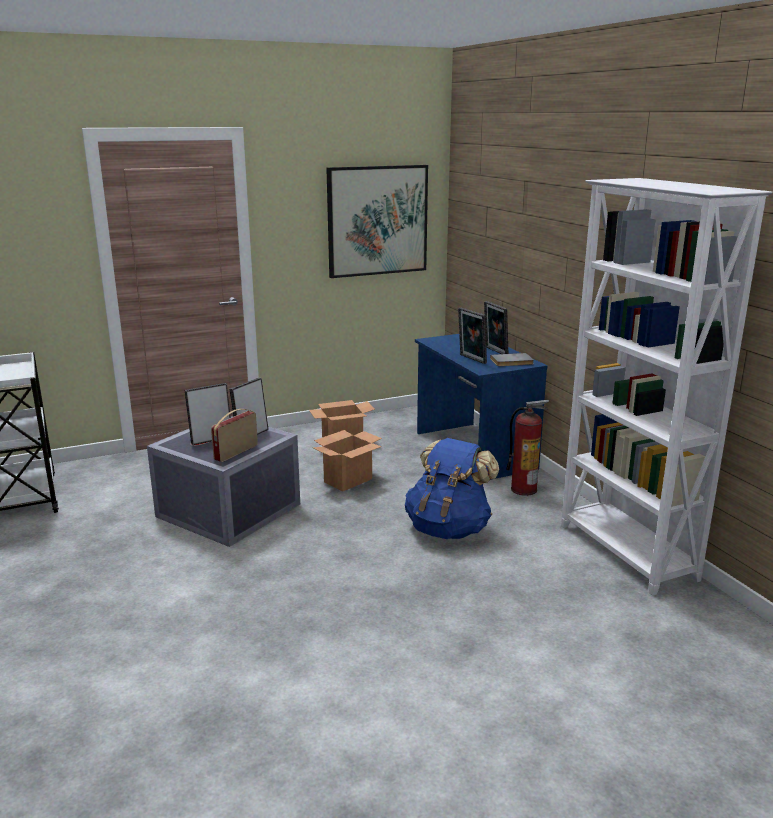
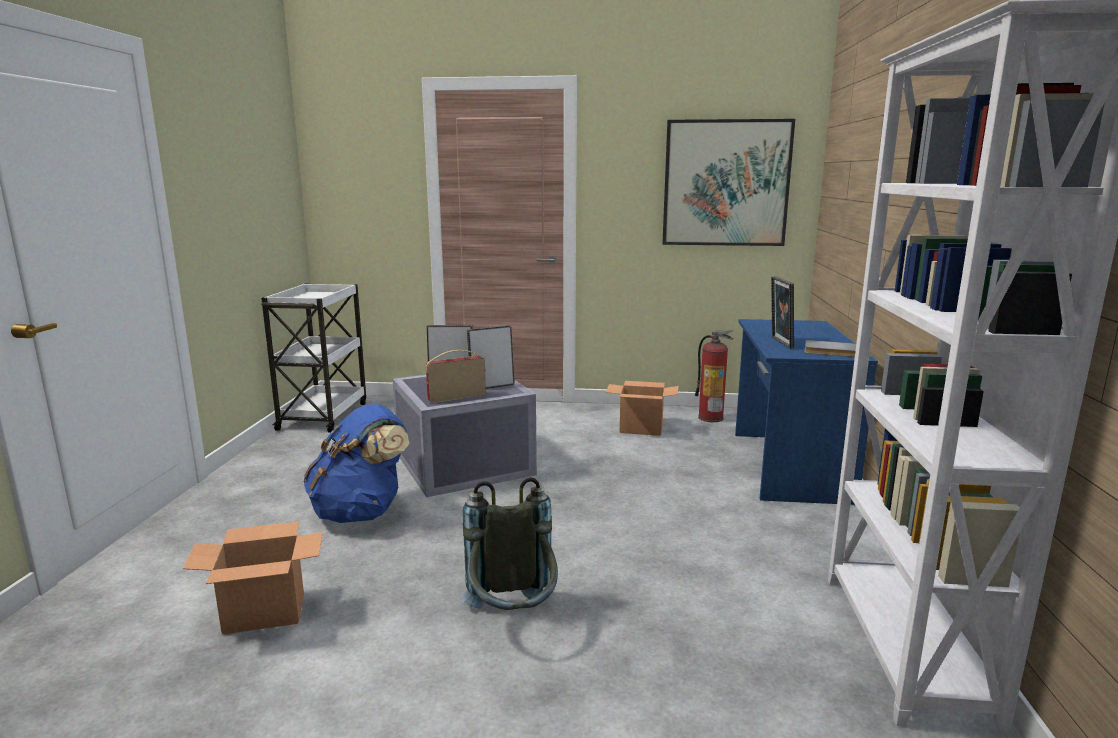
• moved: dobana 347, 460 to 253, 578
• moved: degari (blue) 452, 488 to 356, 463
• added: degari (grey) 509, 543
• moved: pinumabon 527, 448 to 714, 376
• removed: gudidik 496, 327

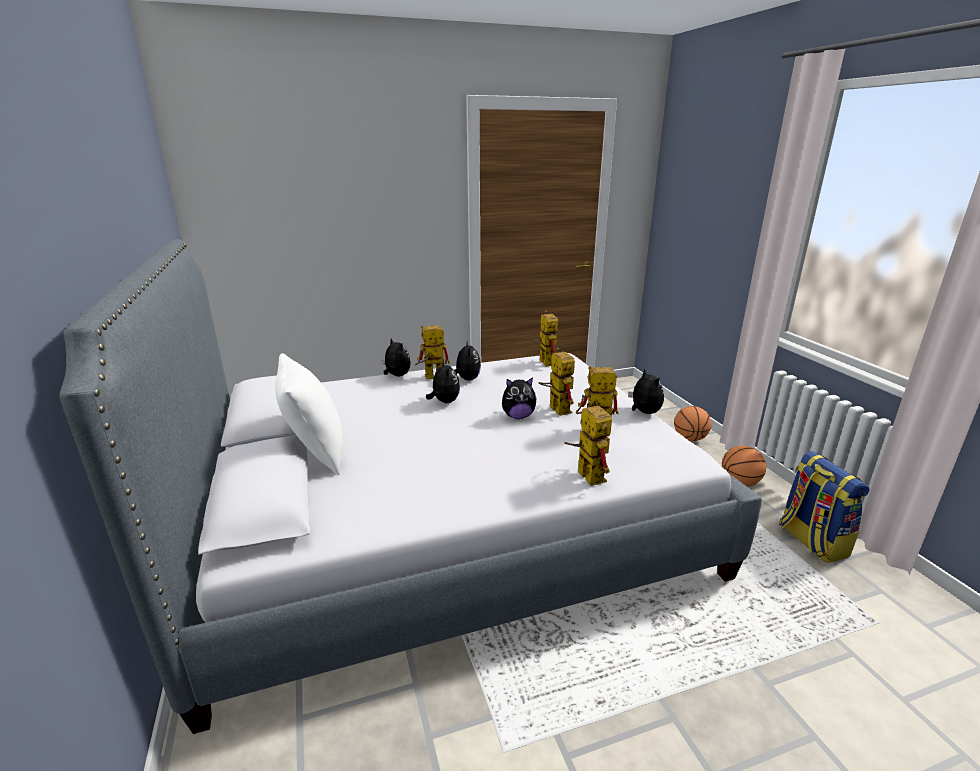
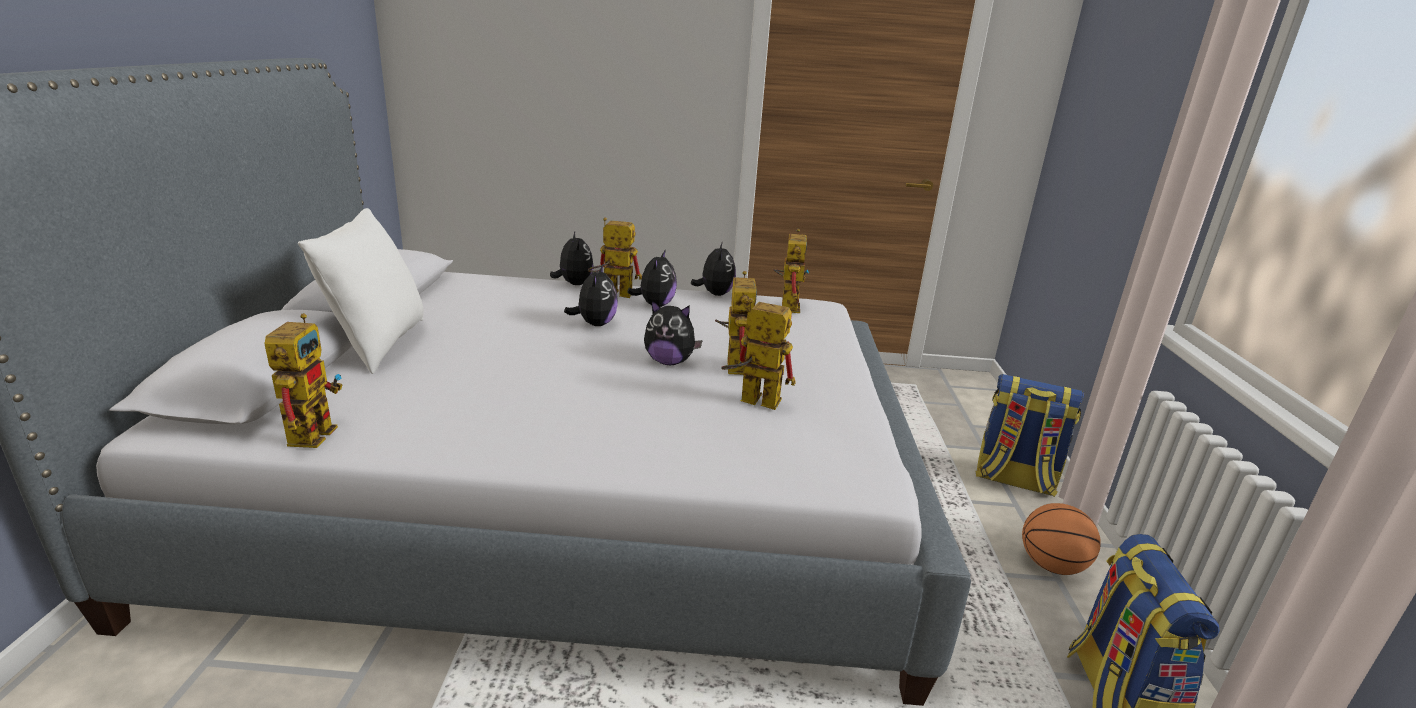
• moved: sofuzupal 588, 443 to 304, 380
• moved: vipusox 646, 391 to 713, 268
• replaced: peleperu 692, 423 to degari 1030, 435

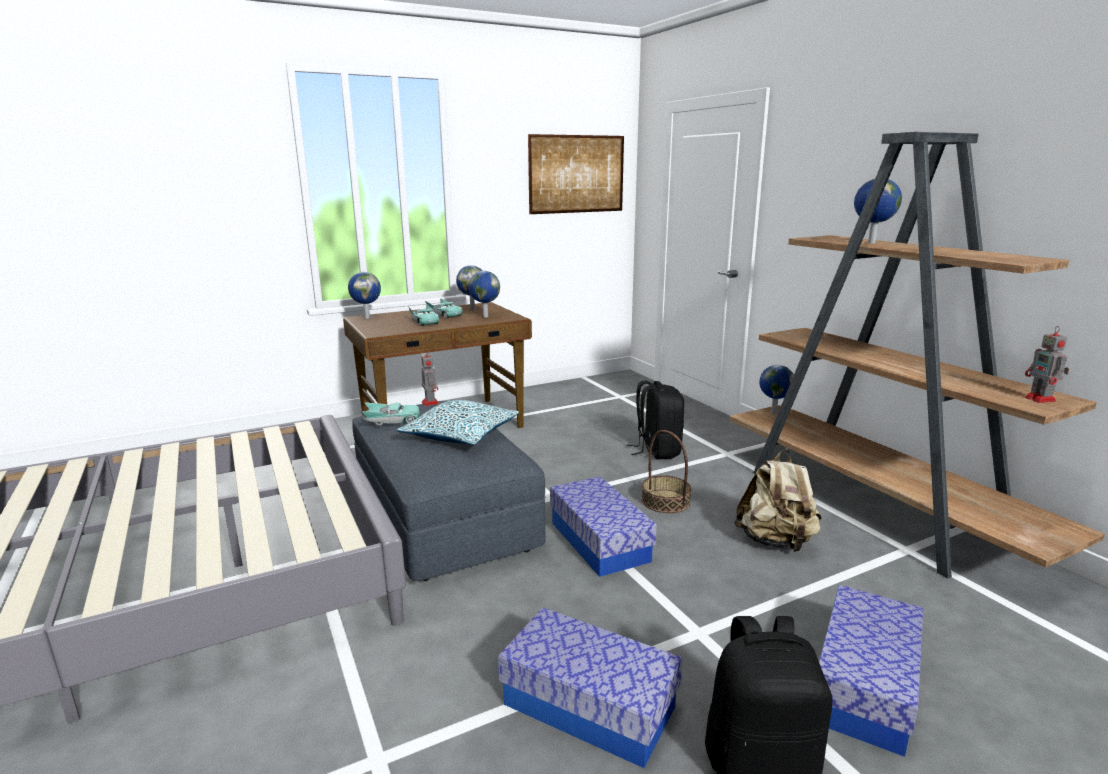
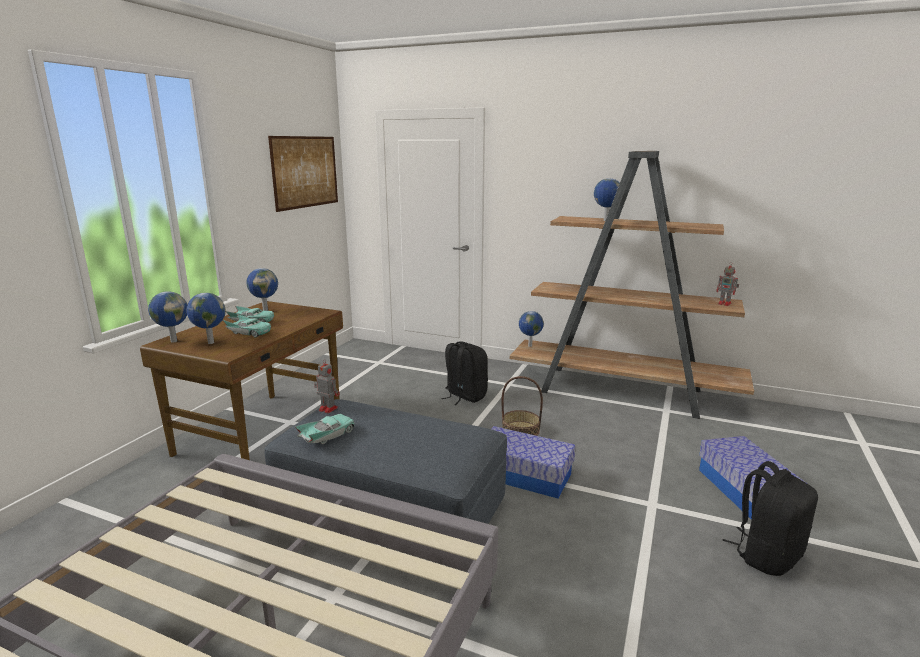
• moved: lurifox 484, 294 to 206, 318
• removed: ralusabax 458, 422
• removed: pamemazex 590, 687
• removed: degari (beige) 778, 501

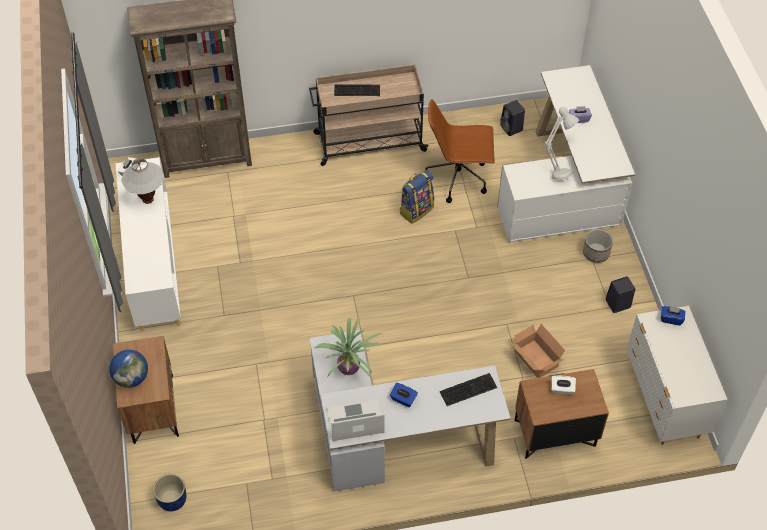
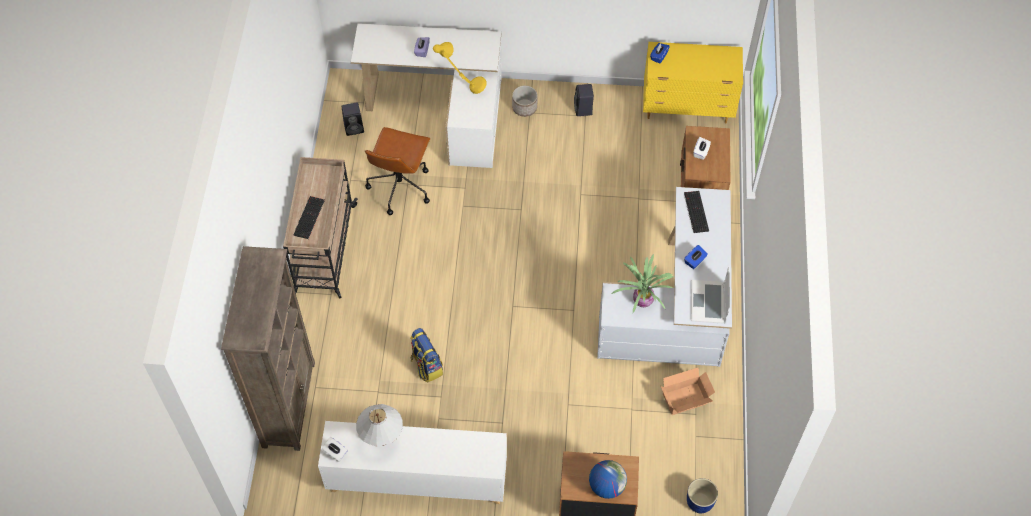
• moved: degari 417, 196 to 426, 355
• recoloured: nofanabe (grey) 562, 143 to nofanabe (yellow) 460, 68
• recoloured: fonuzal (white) 677, 375 to fonuzal (yellow) 693, 83
• moved: dobana 538, 351 to 688, 391

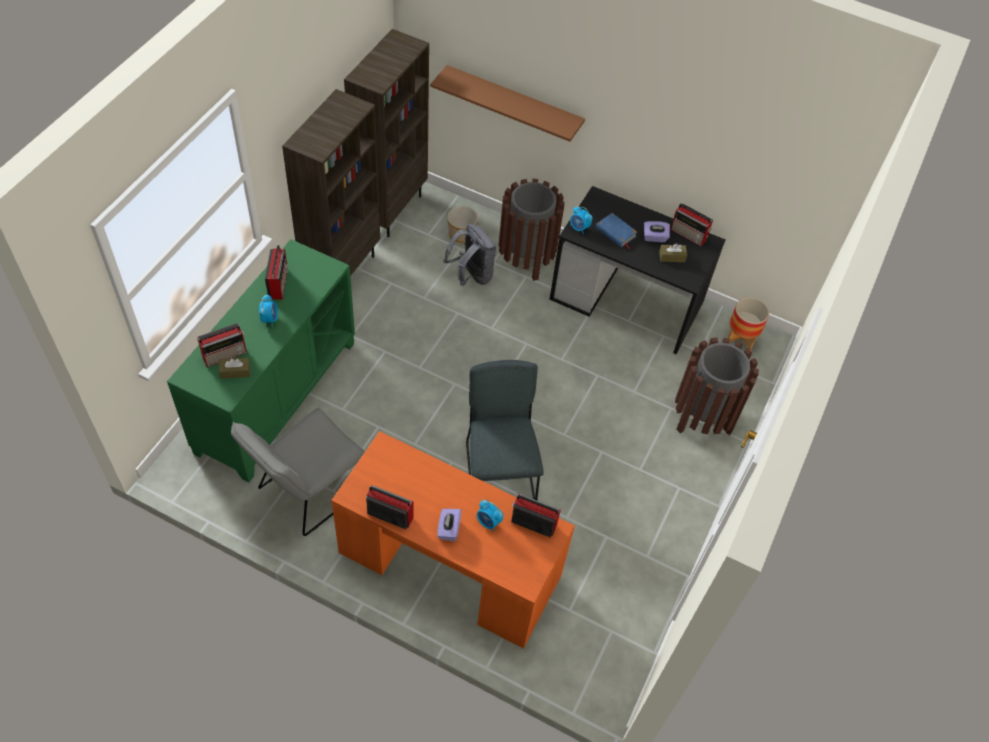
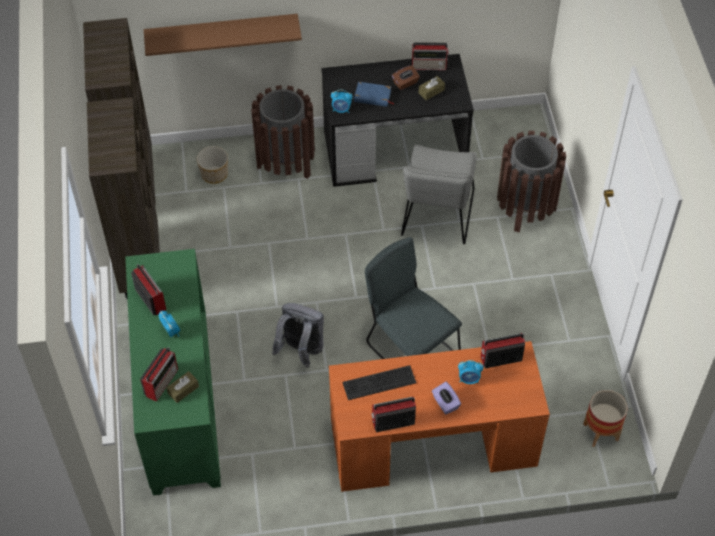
• moved: degari (grey) 469, 255 to 298, 335
• added: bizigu 379, 382
• recoloured: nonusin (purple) 657, 231 to nonusin (brown) 406, 77
• moved: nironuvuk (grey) 298, 472 to 439, 194
• moved: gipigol 748, 324 to 605, 418

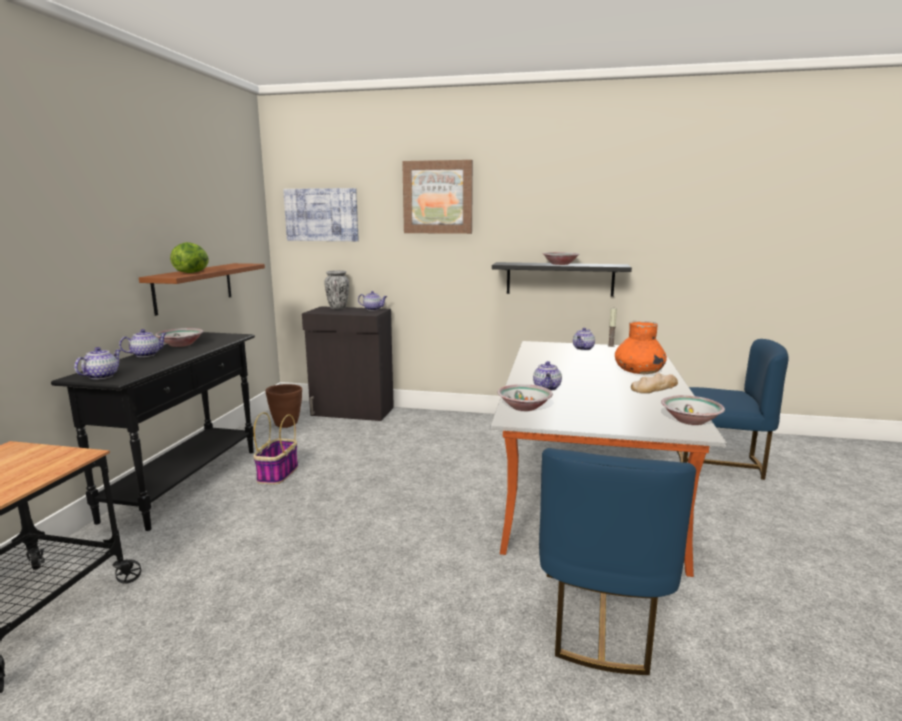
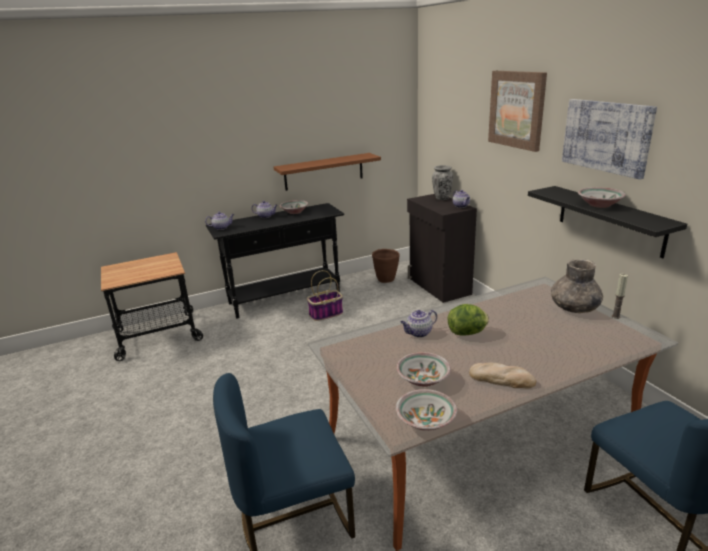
• moved: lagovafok 525, 397 to 424, 369
• moved: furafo 189, 257 to 468, 320
• replaced: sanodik 584, 339 to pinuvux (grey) 577, 286
• moved: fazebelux 321, 214 to 609, 139
• removed: pinuvux (orange) 641, 347

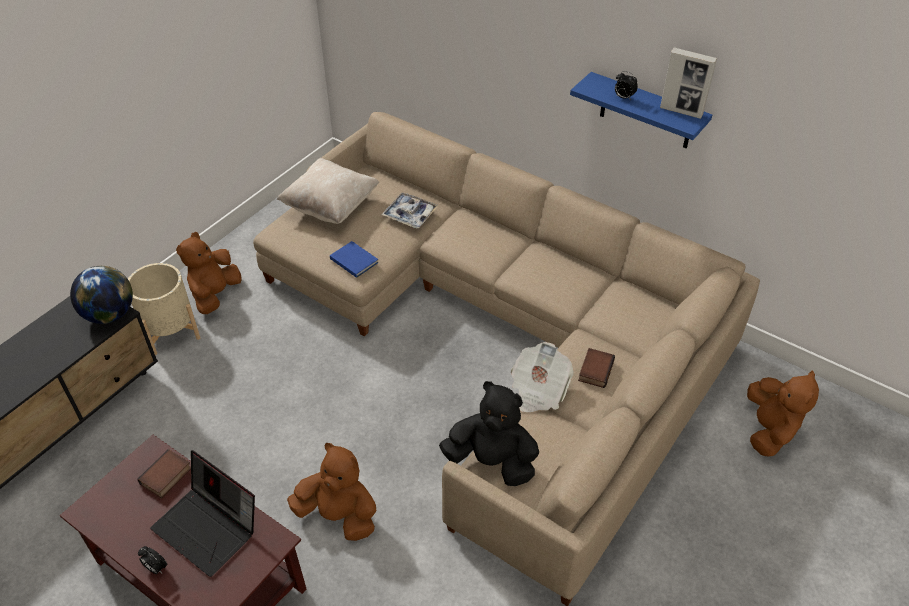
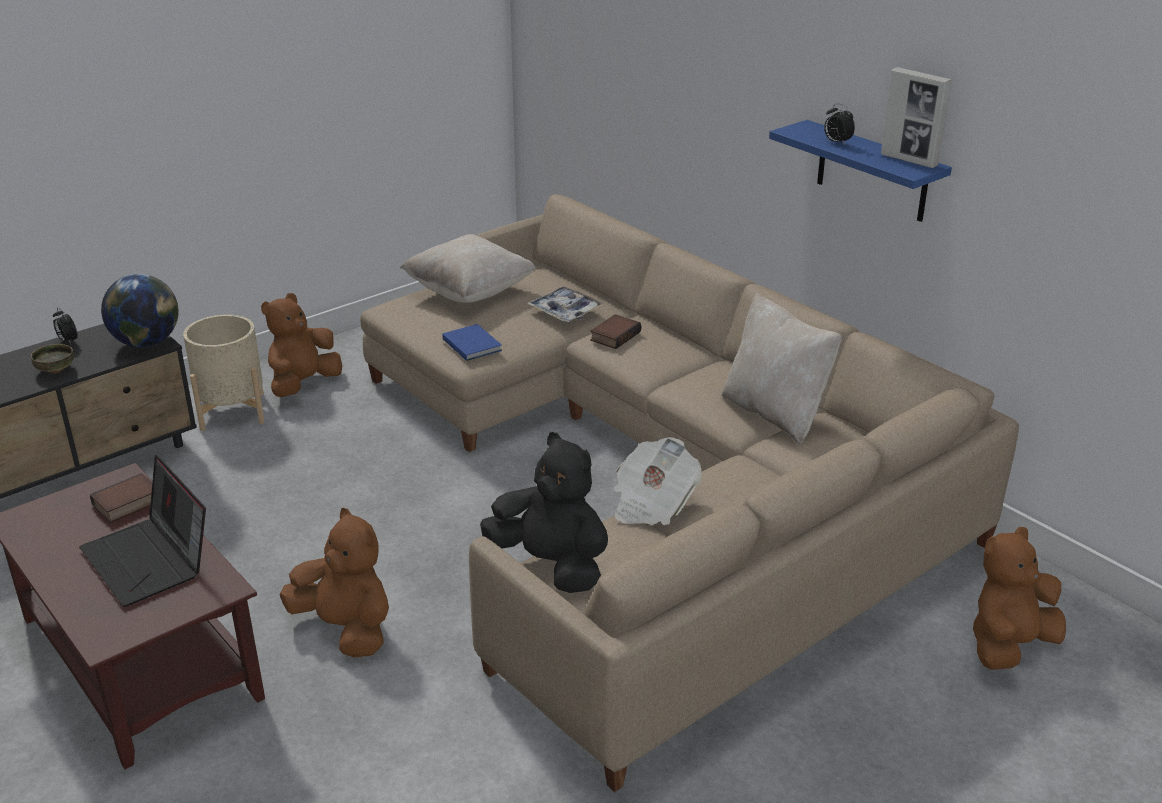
• added: lagovafok 52, 358
• moved: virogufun 152, 560 to 65, 326
• moved: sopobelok 596, 368 to 615, 331
• added: ralusabax (beige) 782, 369
• turned: vipusox (brown) 783, 413 = 1019, 598 150 degrees counterclockwise

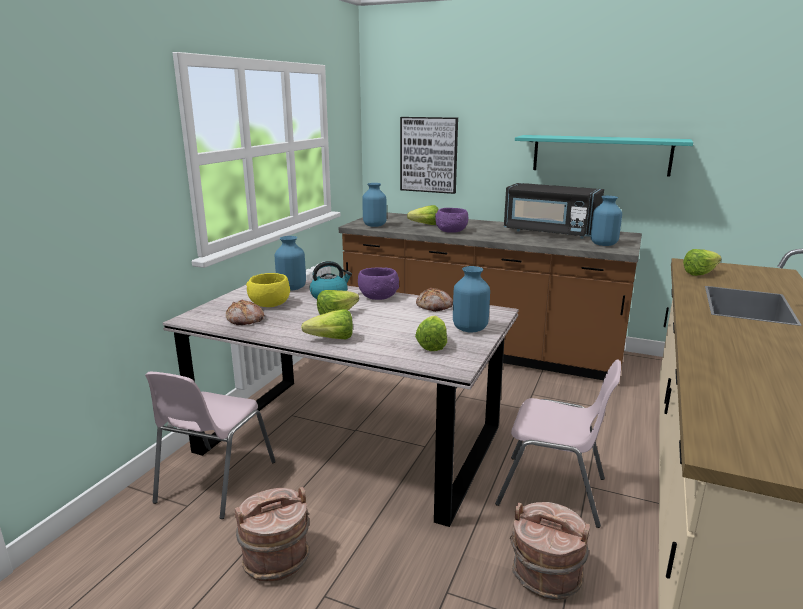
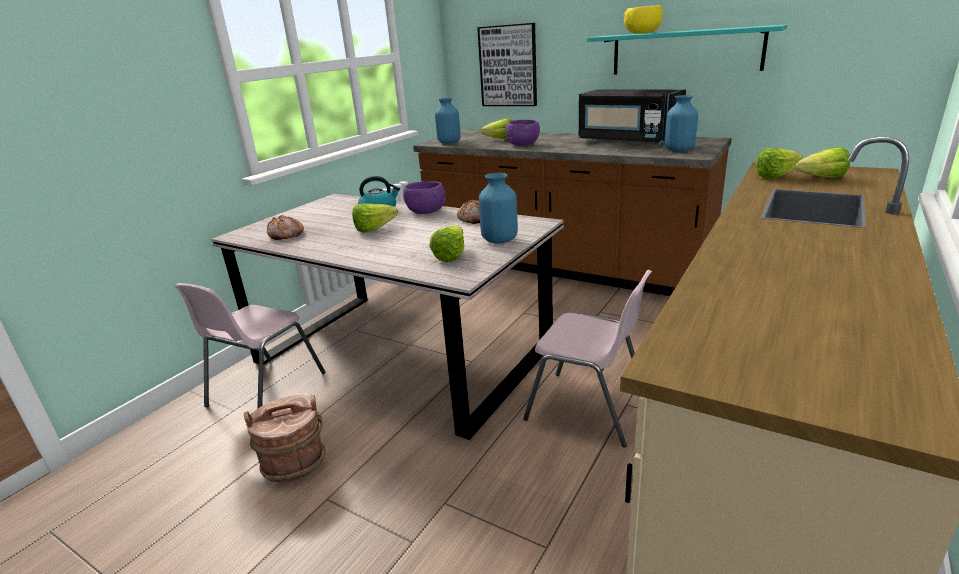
• moved: lagovafok (yellow) 268, 290 to 643, 19
• moved: furafo 327, 324 to 822, 162
• removed: pinuvux (blue) 290, 263
• removed: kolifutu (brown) 550, 551

